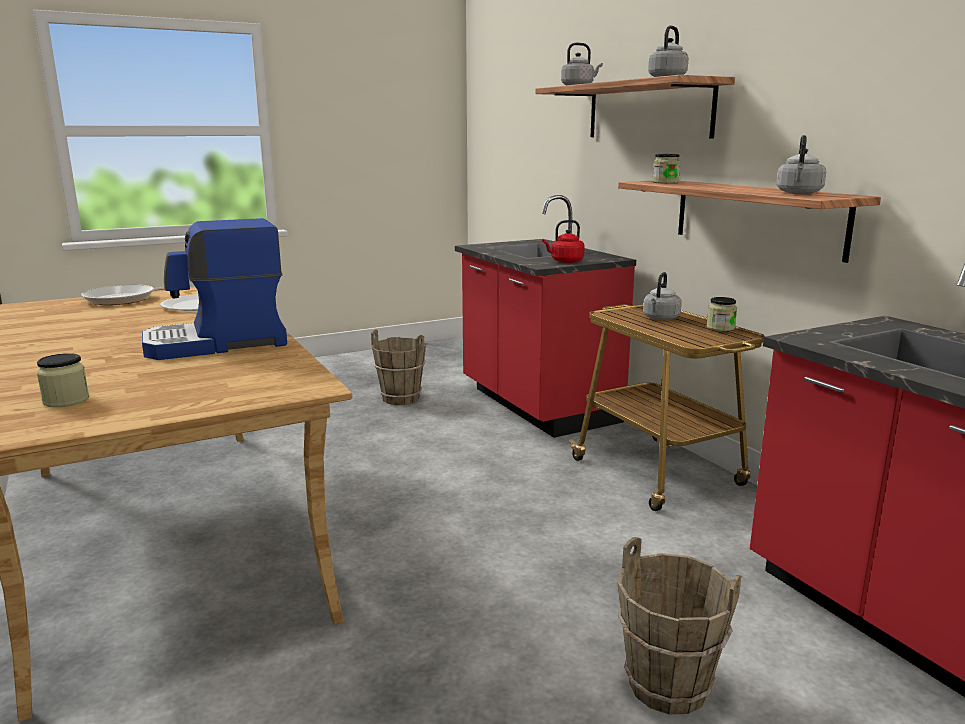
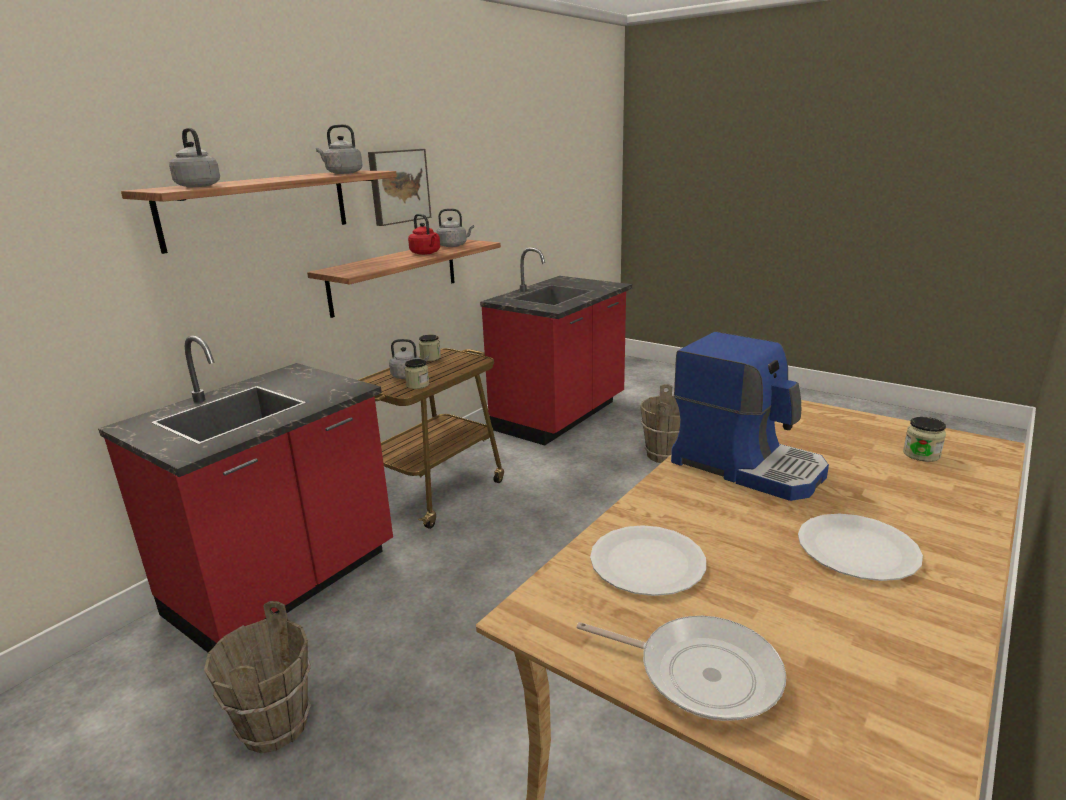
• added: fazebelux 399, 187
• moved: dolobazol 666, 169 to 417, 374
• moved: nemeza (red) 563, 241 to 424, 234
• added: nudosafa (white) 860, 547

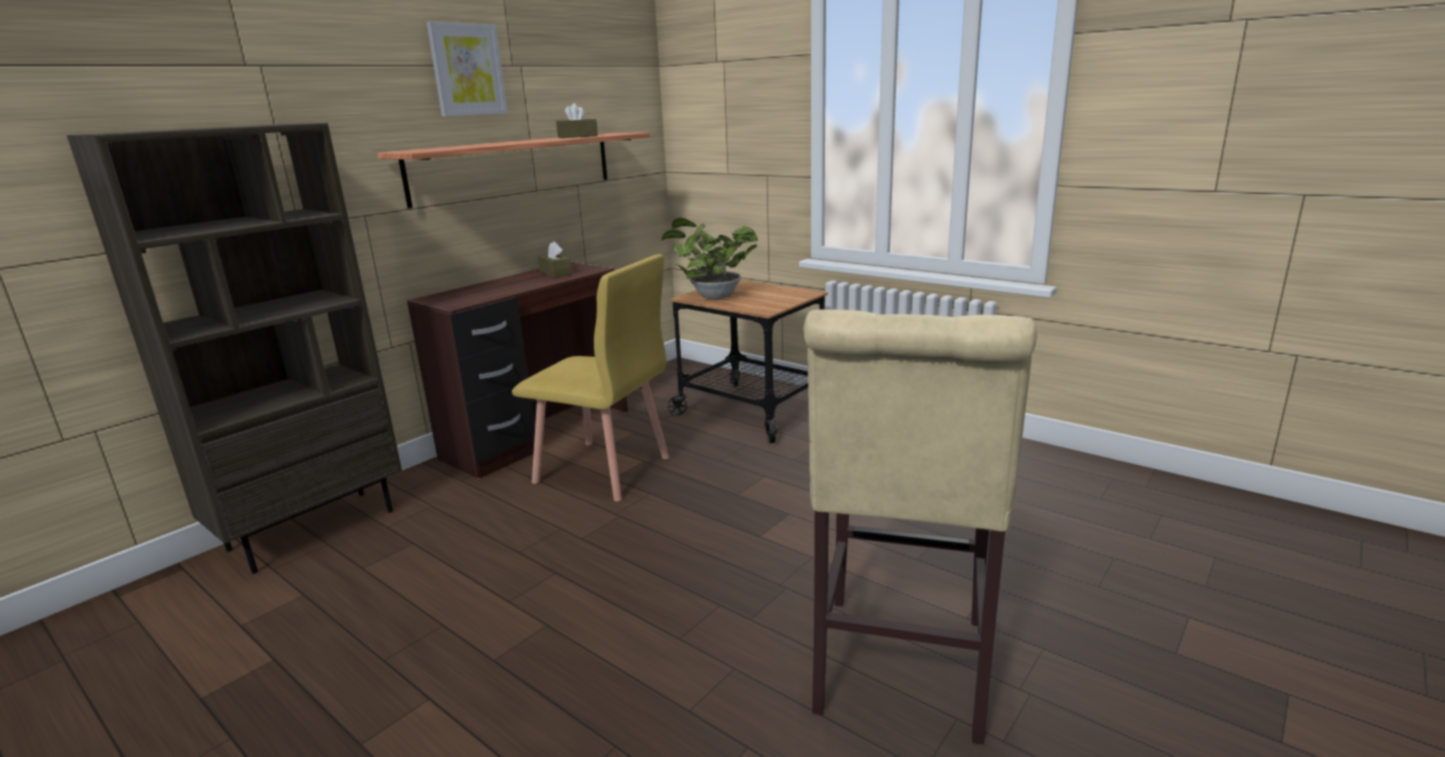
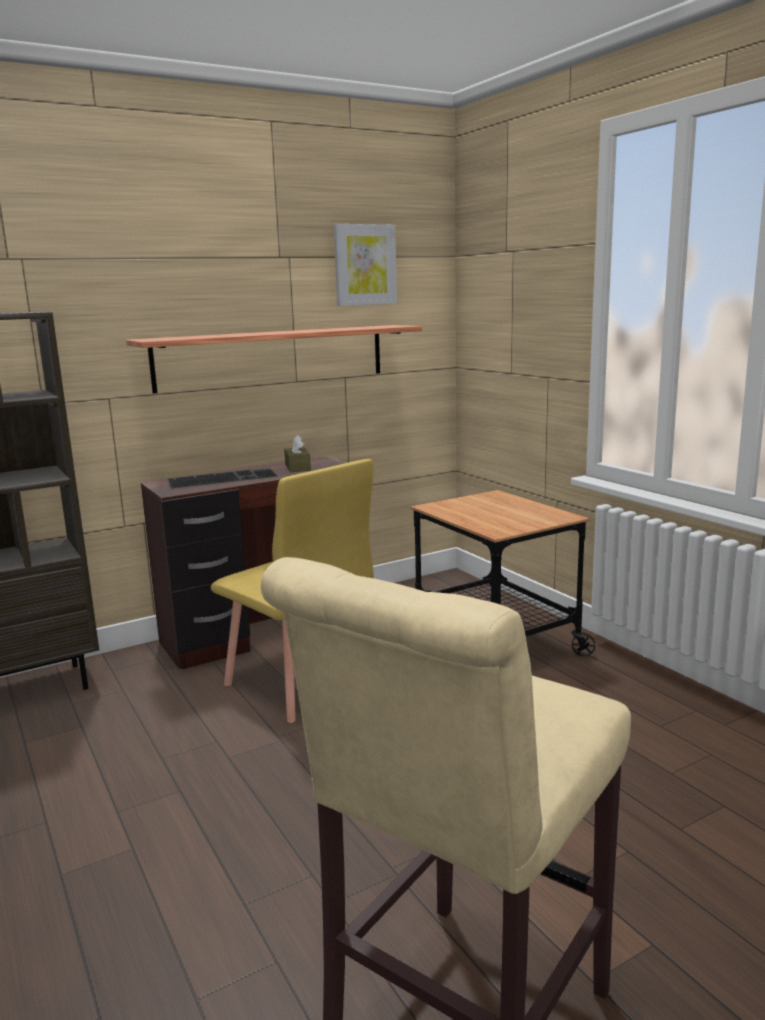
• added: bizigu 222, 478
• moved: fazebelux 467, 69 to 365, 265
• removed: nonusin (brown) 577, 120
• removed: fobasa 709, 259

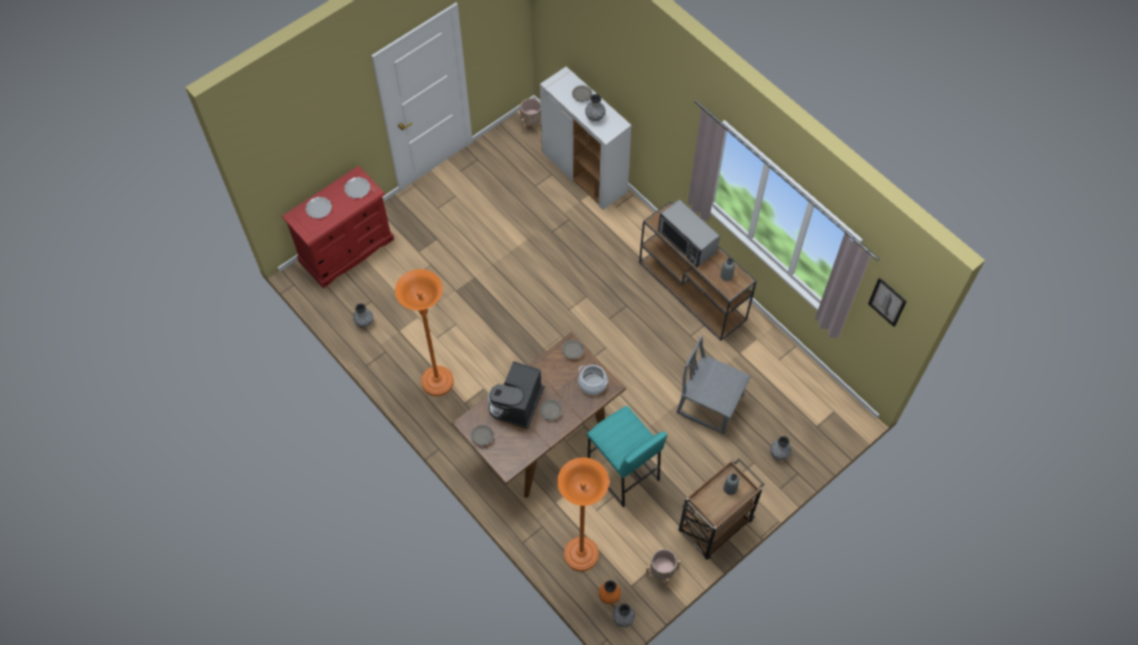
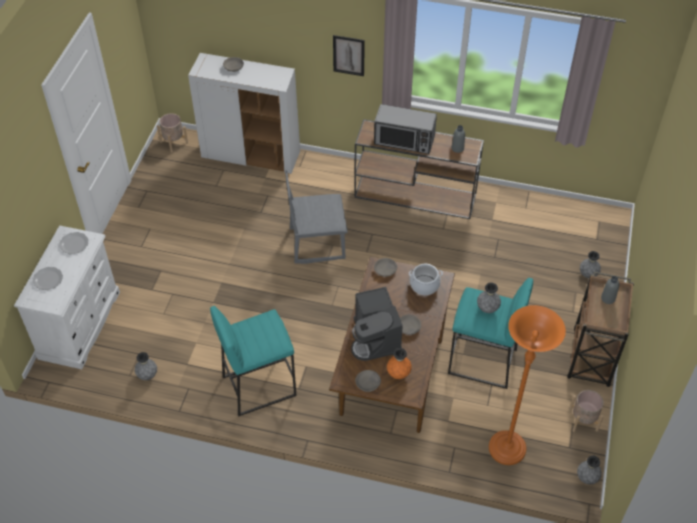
• recoloured: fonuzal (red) 338, 227 to fonuzal (white) 67, 297
• replaced: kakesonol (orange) 424, 332 to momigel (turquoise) 253, 361
• moved: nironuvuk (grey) 713, 385 to 316, 217
• moved: fazebelux 887, 302 to 349, 55
• moved: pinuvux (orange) 610, 592 to 399, 363
• moved: pinuvux (grey) 595, 107 to 489, 297

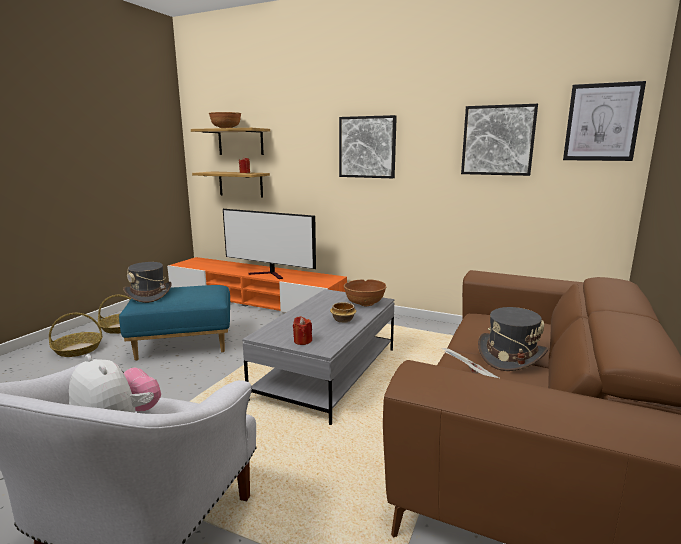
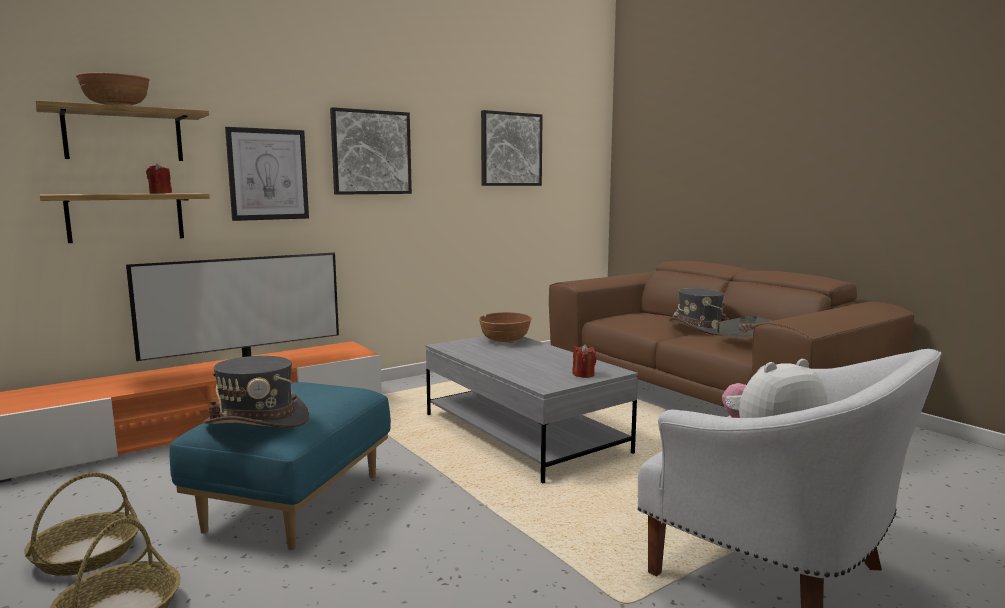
• moved: fazebelux 604, 121 to 267, 174
• removed: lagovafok 343, 312

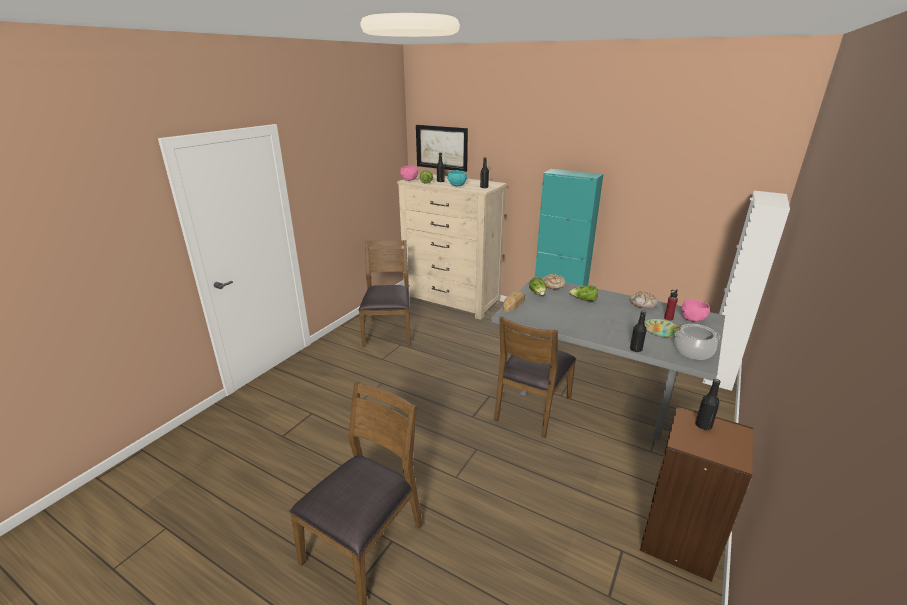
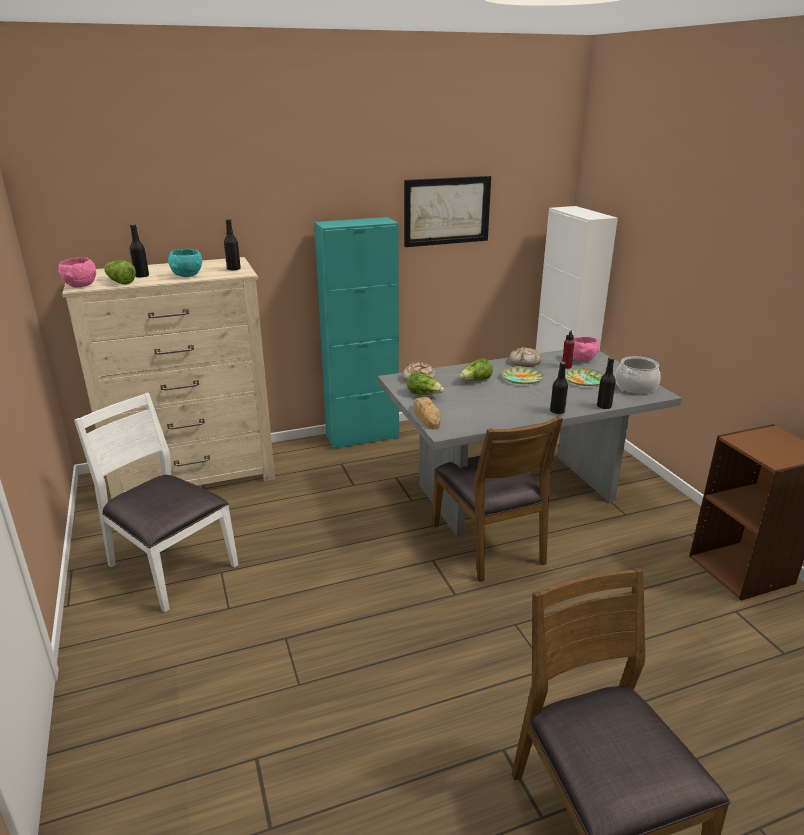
• recoloured: nironuvuk (brown) 385, 293 to nironuvuk (white) 156, 502
• moved: fazebelux 442, 148 to 447, 211
• added: nudosafa 523, 375
• moved: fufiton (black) 707, 404 to 559, 388

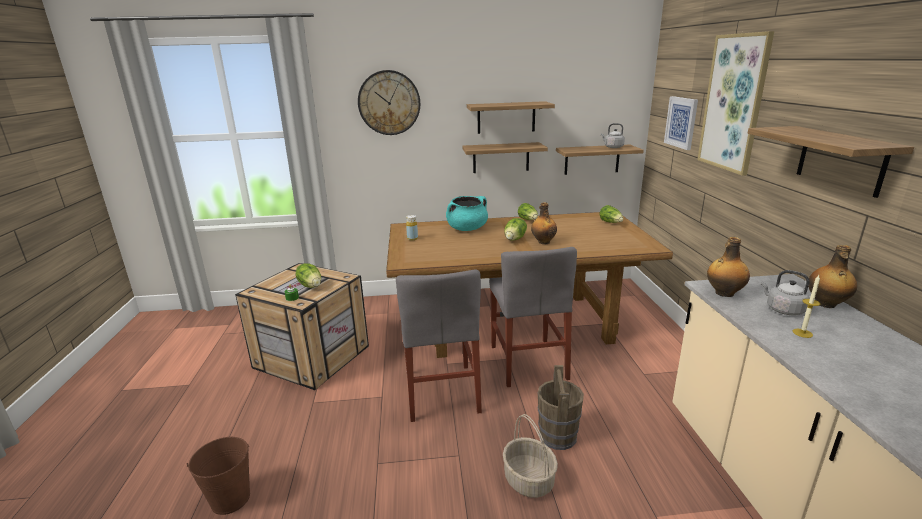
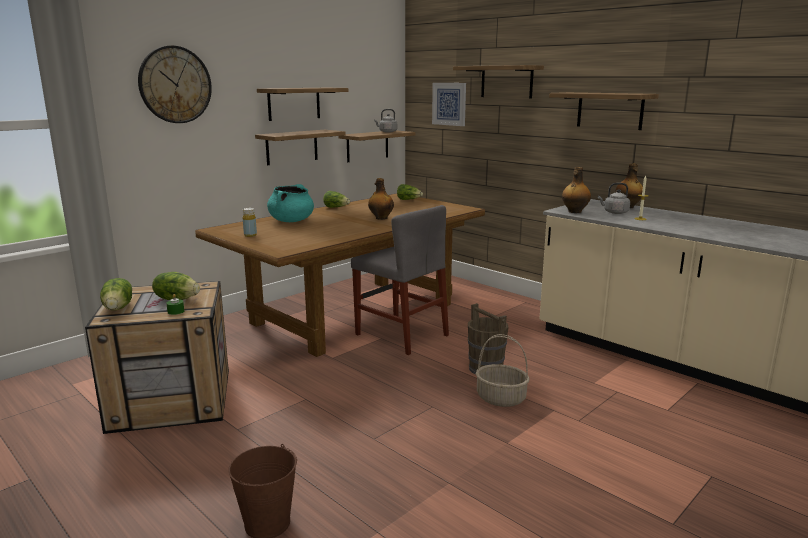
• moved: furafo 515, 229 to 116, 294
• replaced: fazebelux 735, 103 to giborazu 498, 81
• removed: nironuvuk (grey) 439, 346

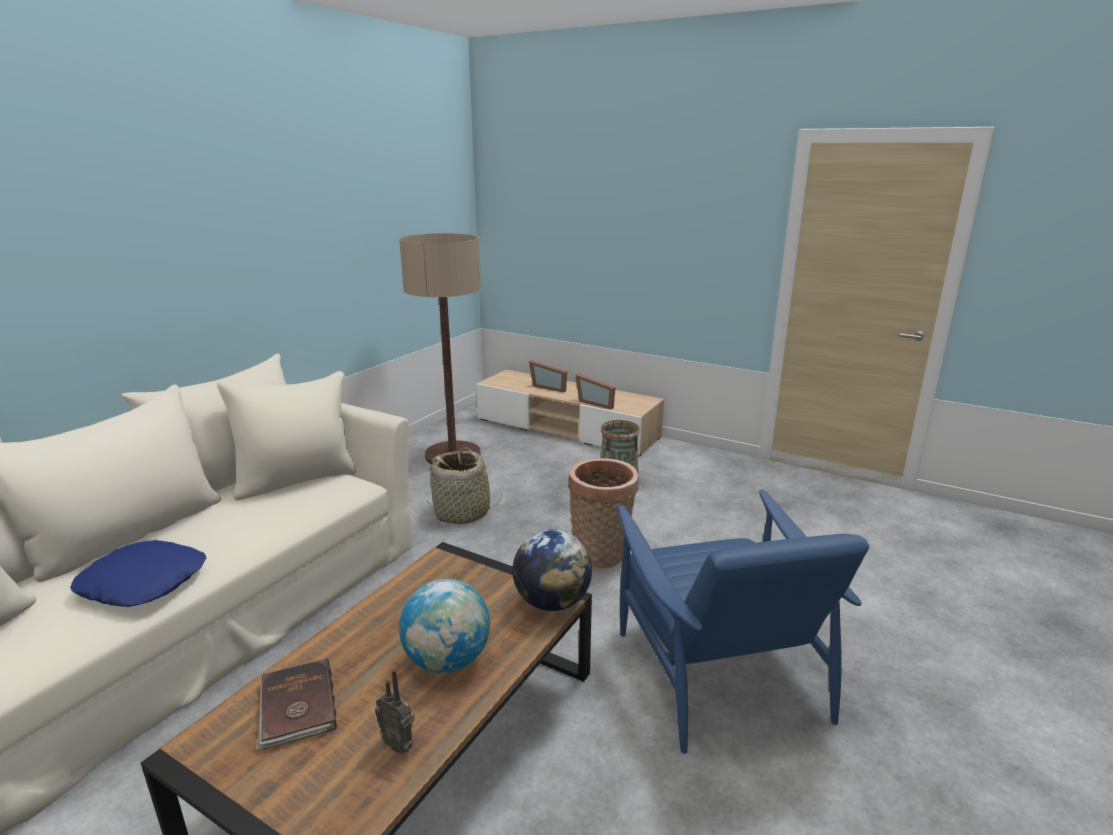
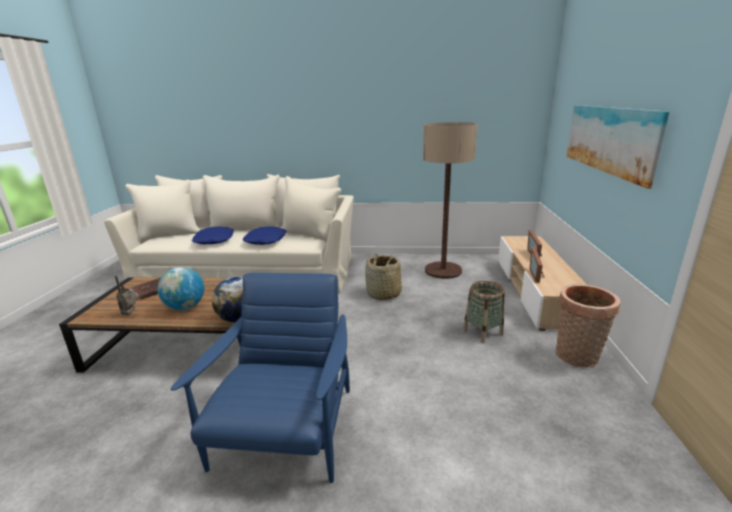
• turned: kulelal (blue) 743, 621 = 260, 378 135 degrees clockwise
• added: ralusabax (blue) 264, 236
• moved: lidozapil 603, 513 to 588, 325
• added: fazebelux 617, 147

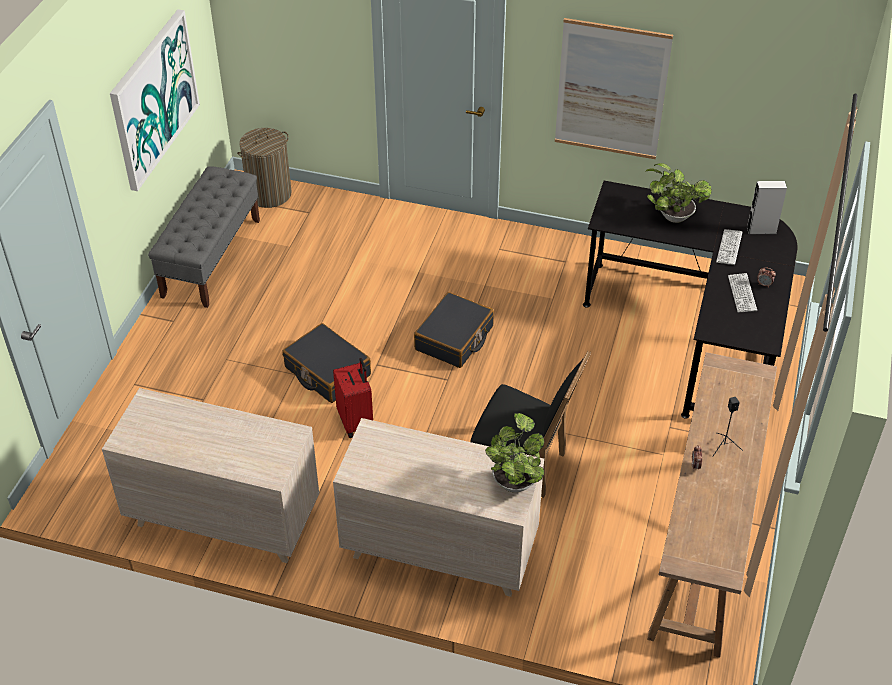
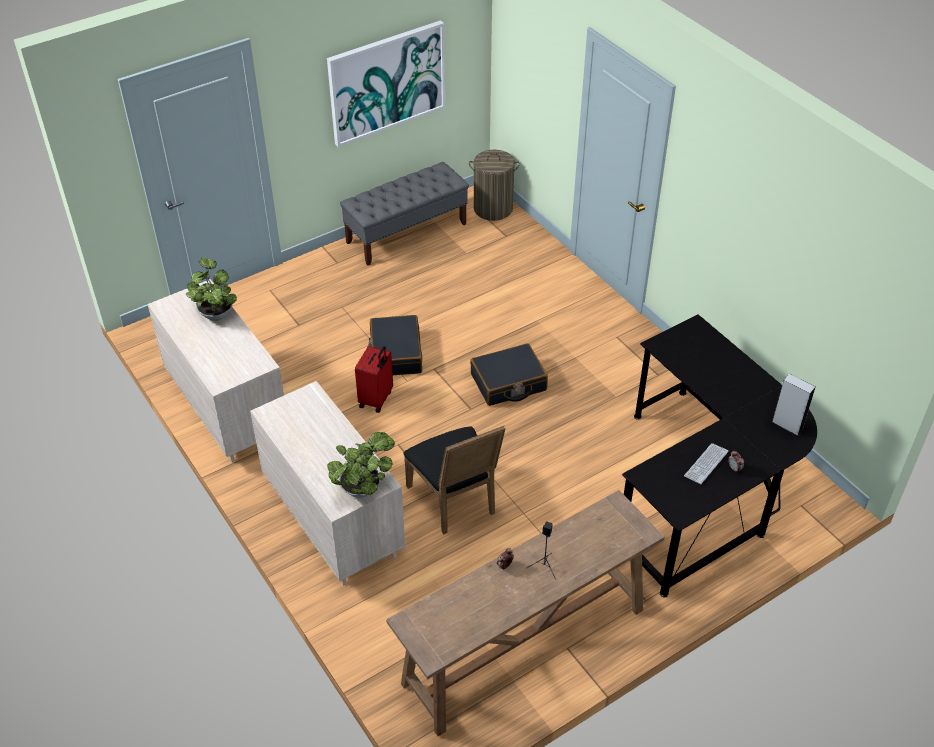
• moved: fobasa 678, 193 to 211, 289
• removed: fazebelux 614, 88
• removed: bizigu 729, 247

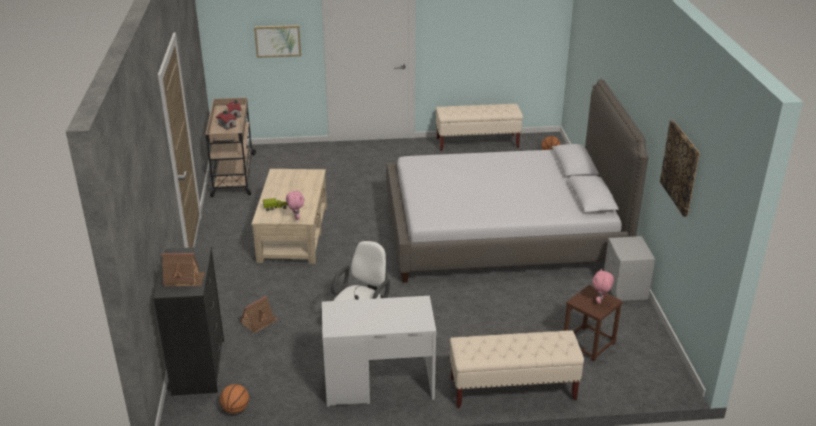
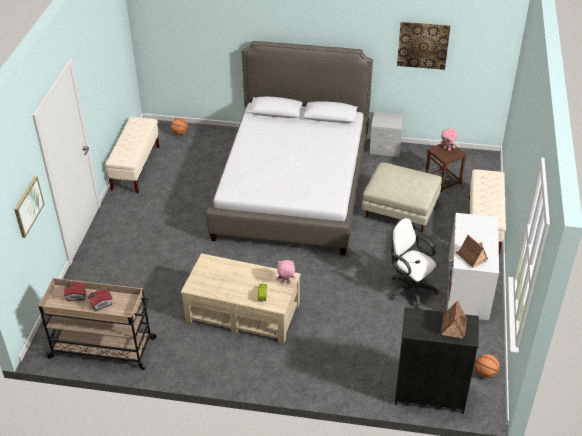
• added: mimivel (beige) 402, 197
• moved: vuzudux 259, 314 to 471, 251

